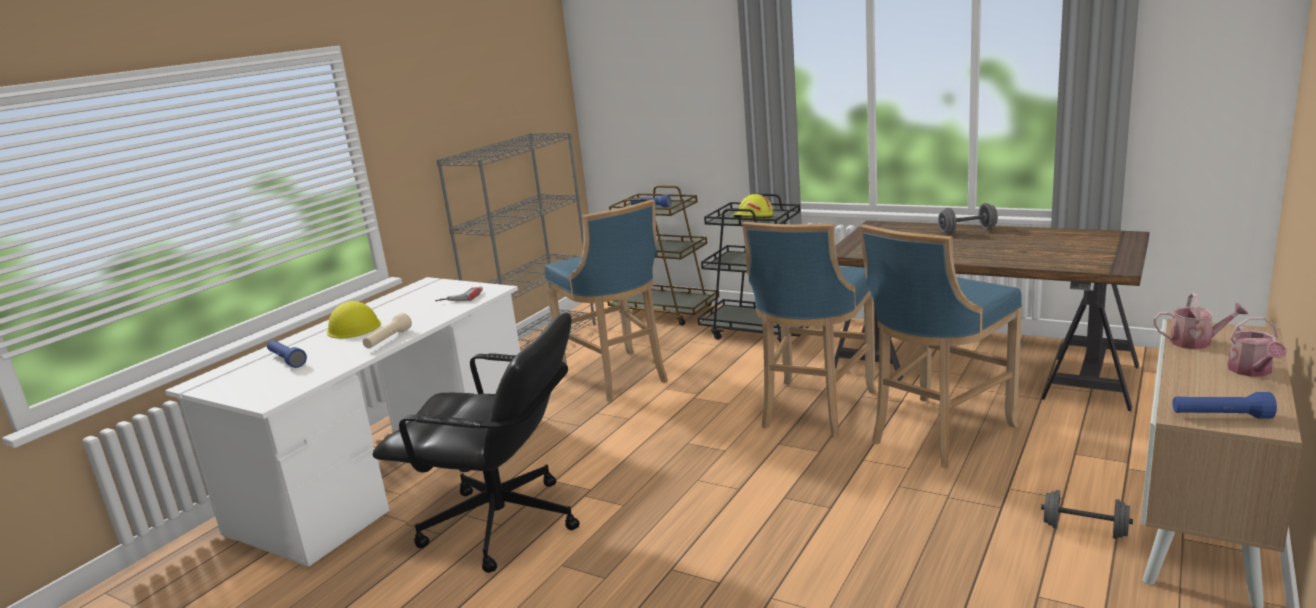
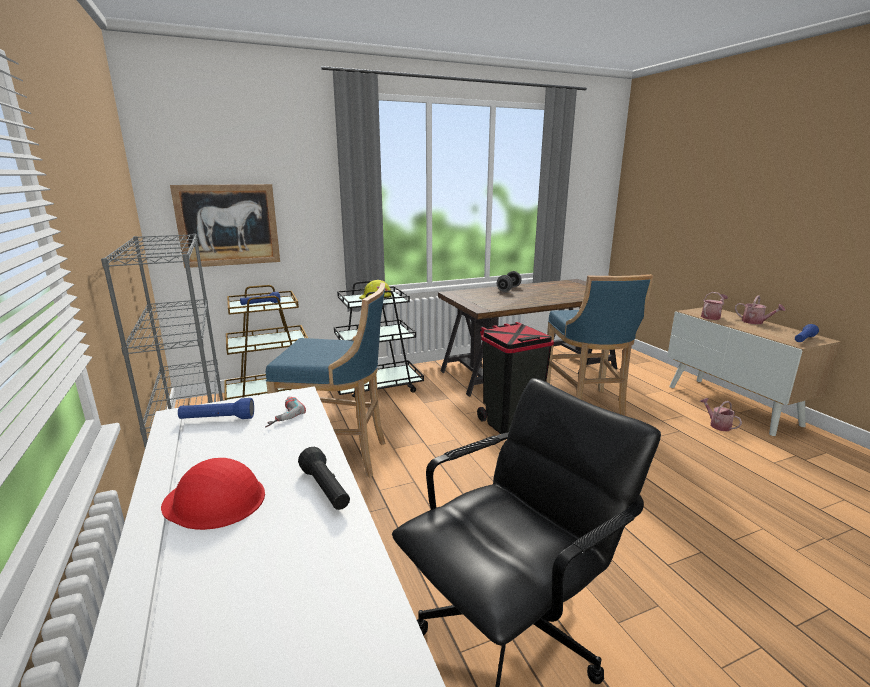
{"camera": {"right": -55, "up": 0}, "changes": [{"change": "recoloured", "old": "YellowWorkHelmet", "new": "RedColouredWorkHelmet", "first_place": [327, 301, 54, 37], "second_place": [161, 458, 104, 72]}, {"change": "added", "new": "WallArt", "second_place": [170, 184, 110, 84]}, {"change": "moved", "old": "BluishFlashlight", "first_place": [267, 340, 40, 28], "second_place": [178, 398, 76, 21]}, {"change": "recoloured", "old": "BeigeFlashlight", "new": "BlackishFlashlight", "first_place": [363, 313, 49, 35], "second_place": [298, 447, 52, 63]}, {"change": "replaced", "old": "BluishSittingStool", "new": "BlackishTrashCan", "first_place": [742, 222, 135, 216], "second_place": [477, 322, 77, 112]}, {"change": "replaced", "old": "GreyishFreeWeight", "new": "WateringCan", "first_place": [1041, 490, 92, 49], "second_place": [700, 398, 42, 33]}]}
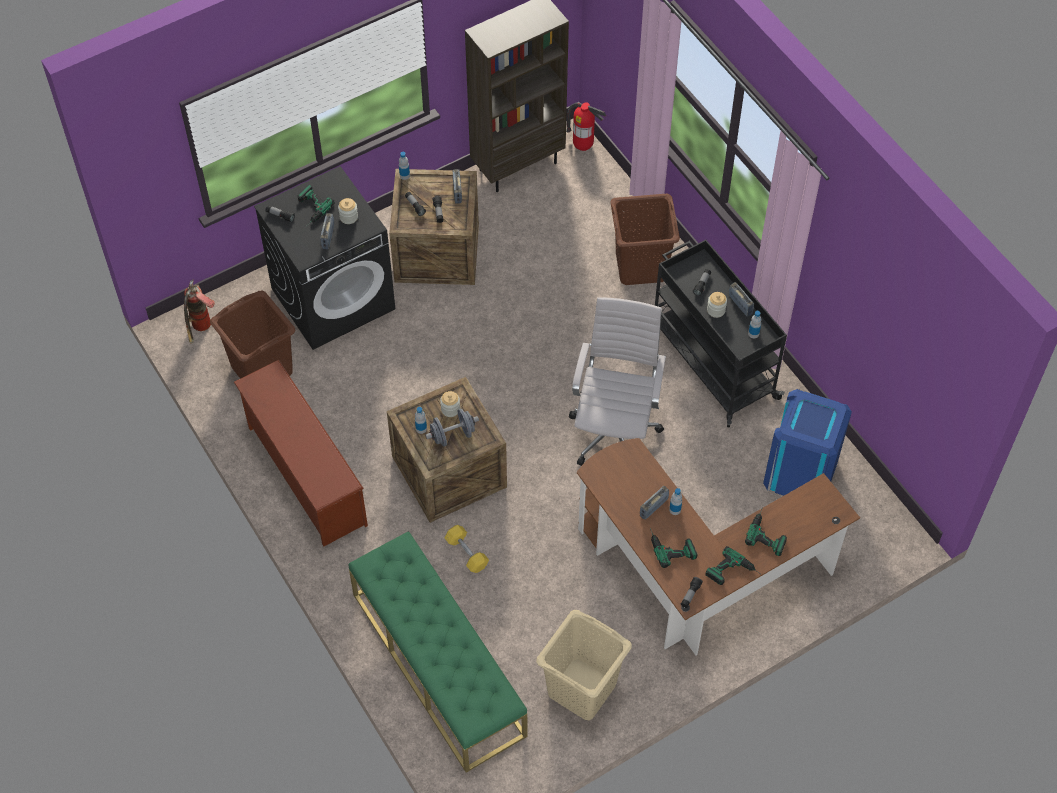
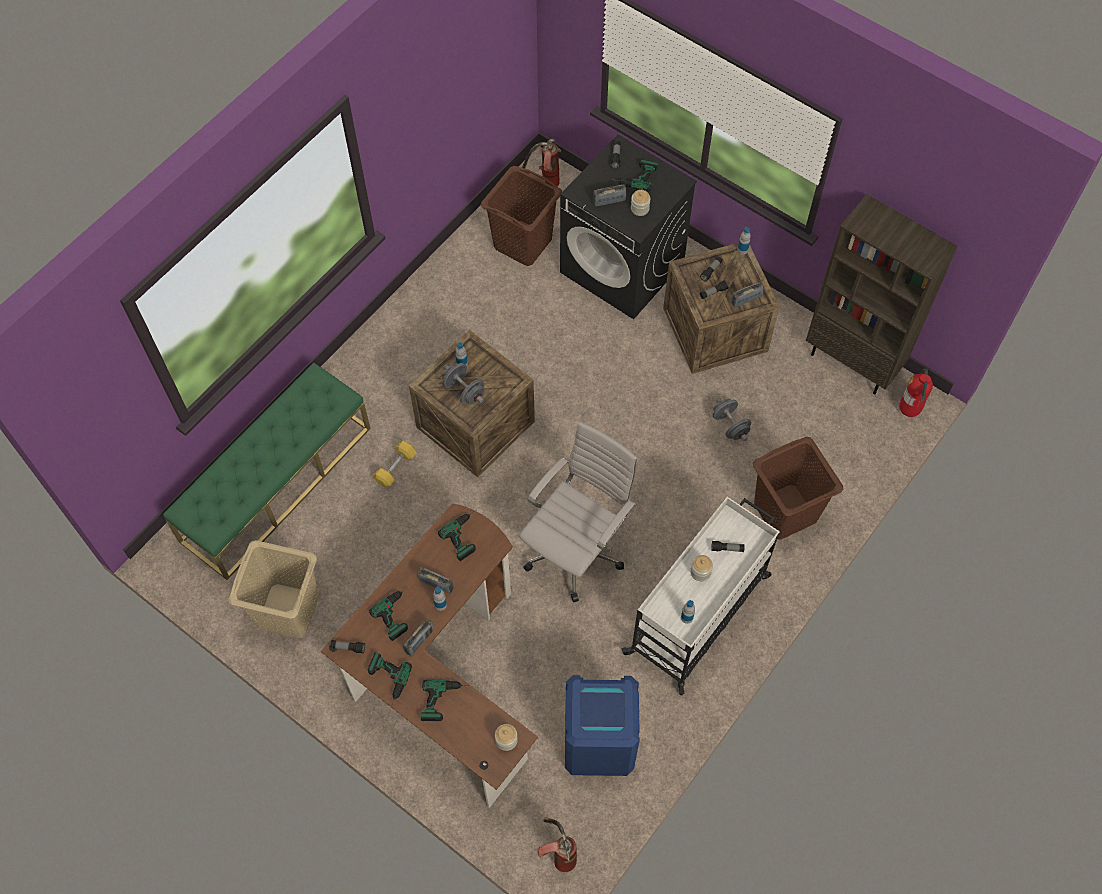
{"camera": {"right": 70, "up": 5}, "changes": [{"change": "moved", "old": "RadioSet", "first_place": [729, 282, 25, 35], "second_place": [403, 618, 31, 38]}, {"change": "added", "new": "ElectricDrill", "second_place": [438, 510, 39, 51]}, {"change": "moved", "old": "StorageJar", "first_place": [440, 391, 20, 26], "second_place": [495, 724, 23, 27]}, {"change": "turned", "old": "WhiteComputerChair", "first_place": [569, 297, 97, 169], "second_place": [519, 422, 119, 181], "degrees": -45}, {"change": "added", "new": "FireExtinguisher", "second_place": [537, 817, 40, 55]}, {"change": "recoloured", "old": "BlackishWheeledCart", "new": "WhiteWheeledCart", "first_place": [655, 240, 132, 187], "second_place": [621, 497, 159, 198]}, {"change": "added", "new": "GreyishFreeWeight", "second_place": [713, 398, 38, 43]}, {"change": "removed", "old": "BrownColouredShoeStand", "first_place": [234, 360, 134, 186]}]}
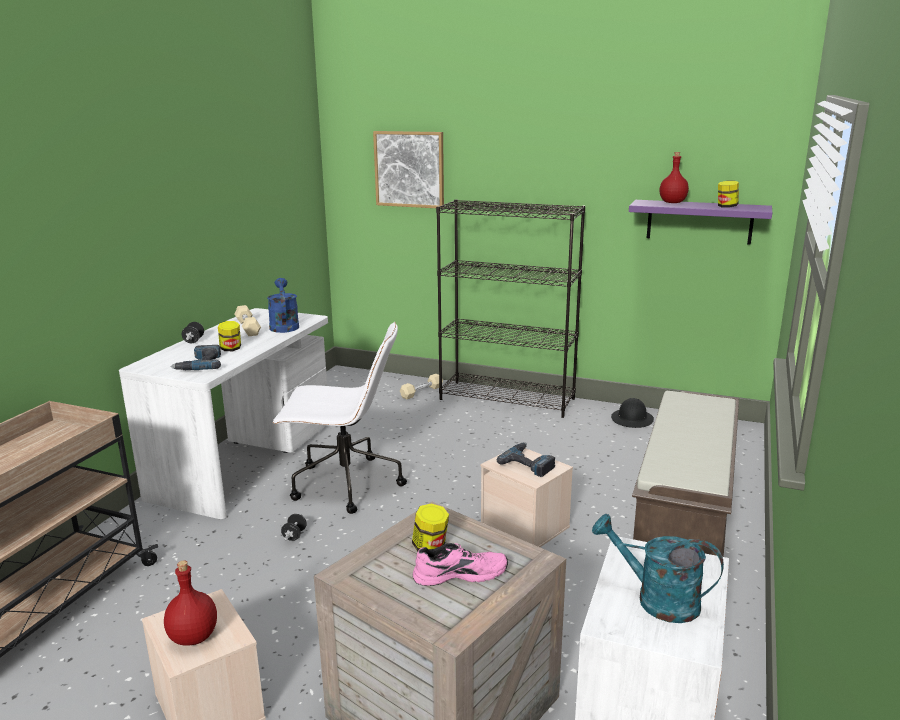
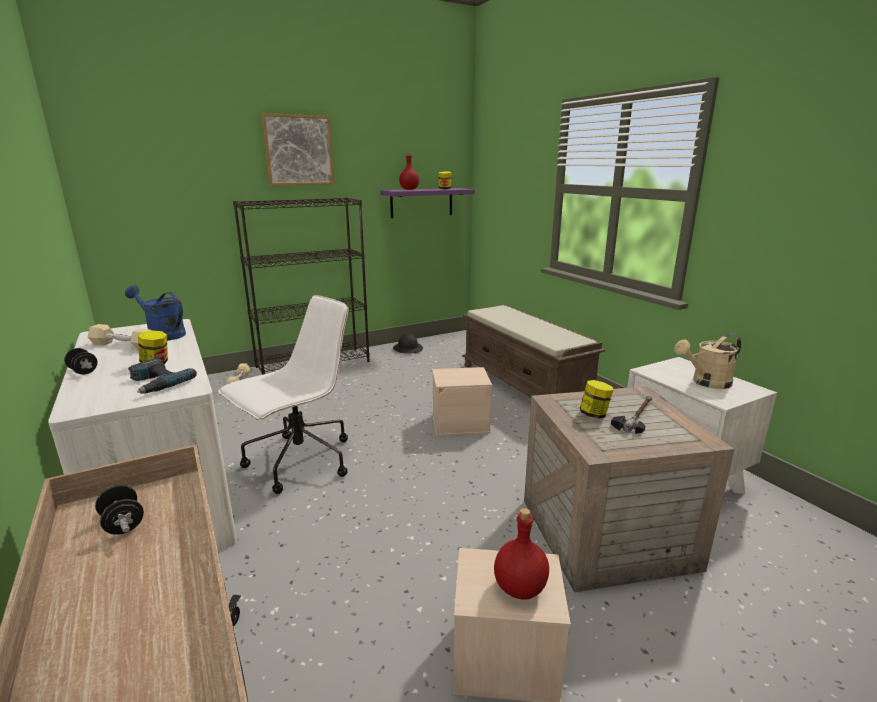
{"camera": {"right": -50, "up": 0}, "changes": [{"change": "moved", "old": "BlackishFreeWeight", "first_place": [281, 514, 26, 27], "second_place": [95, 485, 49, 50]}, {"change": "moved", "old": "WallArt", "first_place": [373, 131, 71, 77], "second_place": [262, 113, 72, 73]}, {"change": "replaced", "old": "PinkishLowShoe", "new": "ToolHammer", "first_place": [413, 543, 95, 43], "second_place": [611, 396, 41, 38]}, {"change": "recoloured", "old": "BlueGreenWateringCan", "new": "BeigeWateringCan", "first_place": [592, 514, 132, 109], "second_place": [674, 333, 68, 56]}, {"change": "removed", "old": "ElectricDrill", "first_place": [497, 442, 59, 35]}]}
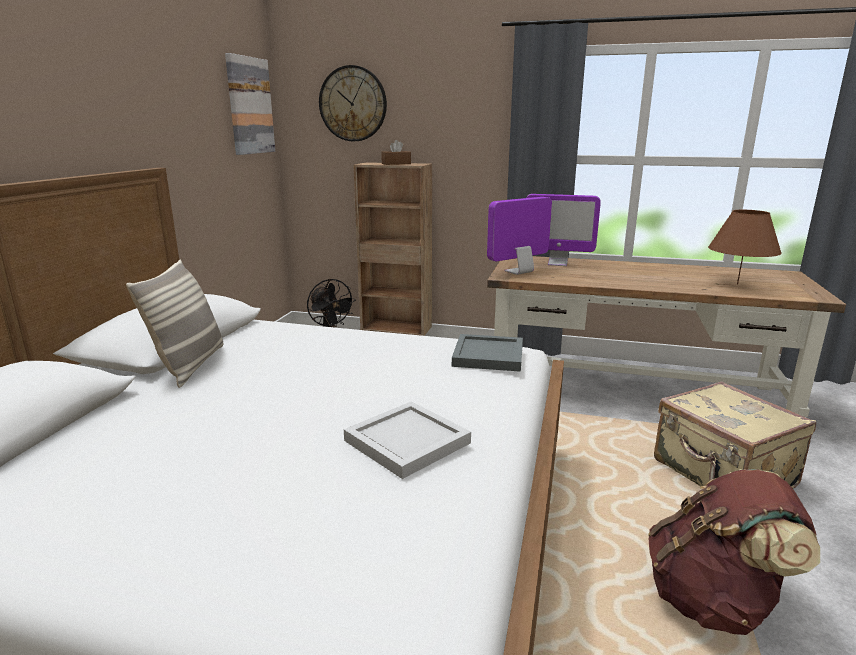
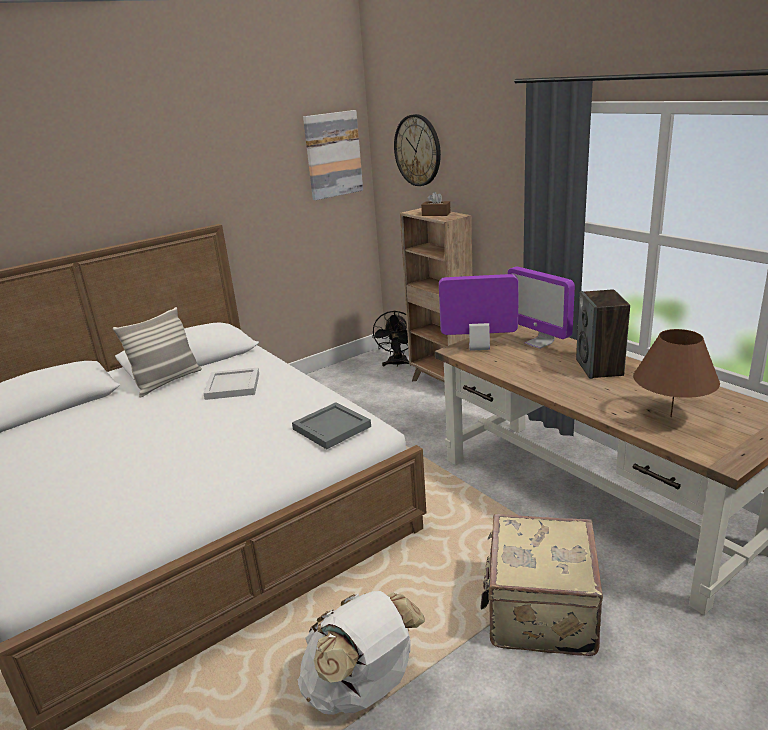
{"camera": {"right": 40, "up": 5}, "changes": [{"change": "moved", "old": "WhiteTray", "first_place": [344, 401, 127, 78], "second_place": [203, 367, 56, 33]}, {"change": "recoloured", "old": "BrownColouredBackpack", "new": "WhiteBackpack", "first_place": [648, 469, 172, 166], "second_place": [298, 591, 127, 124]}, {"change": "added", "new": "Loudspeaker", "second_place": [576, 289, 54, 90]}]}
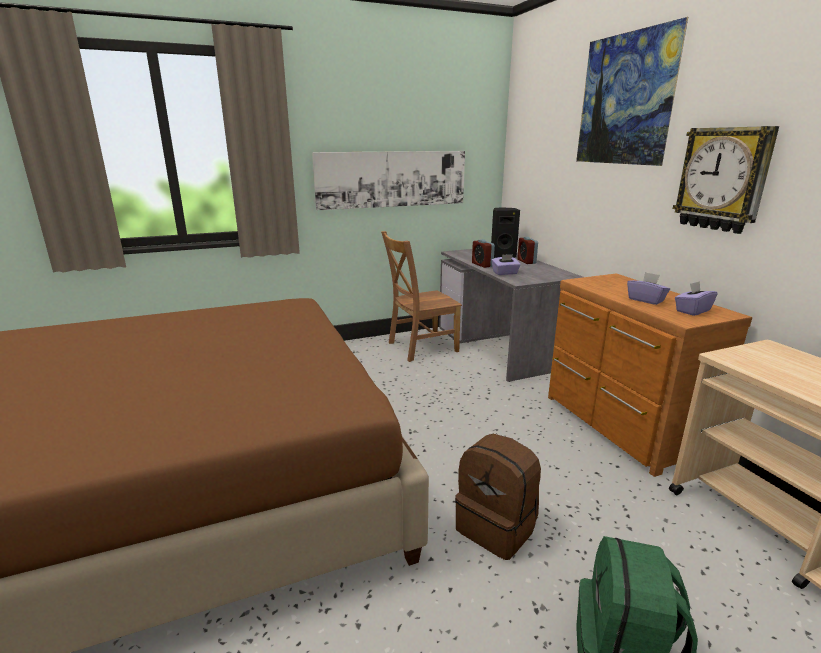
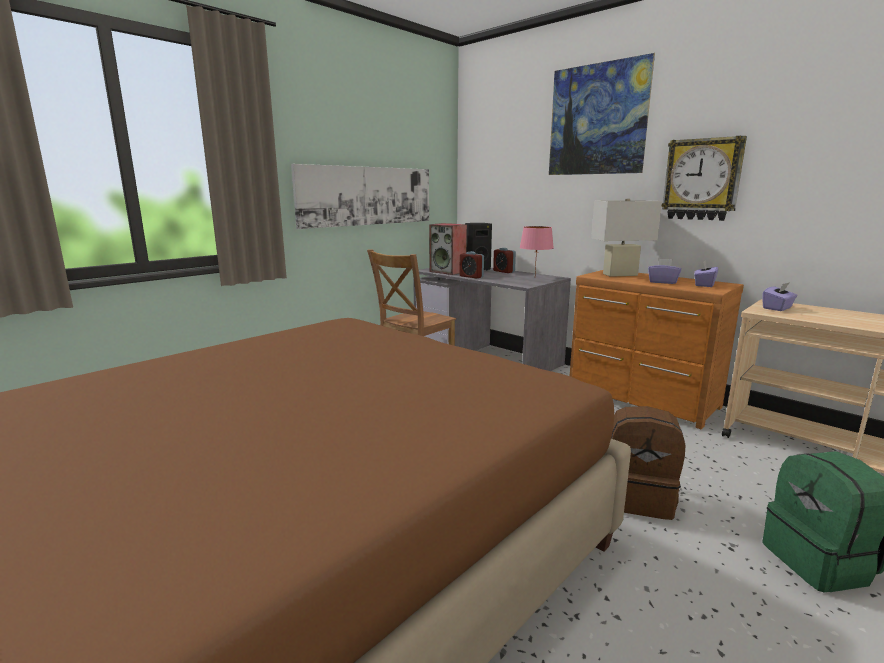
{"camera": {"right": -25, "up": -5}, "changes": [{"change": "added", "new": "Loudspeaker", "second_place": [429, 223, 38, 52]}, {"change": "added", "new": "PinkishTabletopLamp", "second_place": [520, 226, 34, 47]}, {"change": "added", "new": "WhiteTabletopLamp", "second_place": [591, 199, 71, 78]}, {"change": "moved", "old": "PurpleColouredBoxOfTissues", "first_place": [491, 254, 30, 21], "second_place": [762, 282, 35, 29]}]}
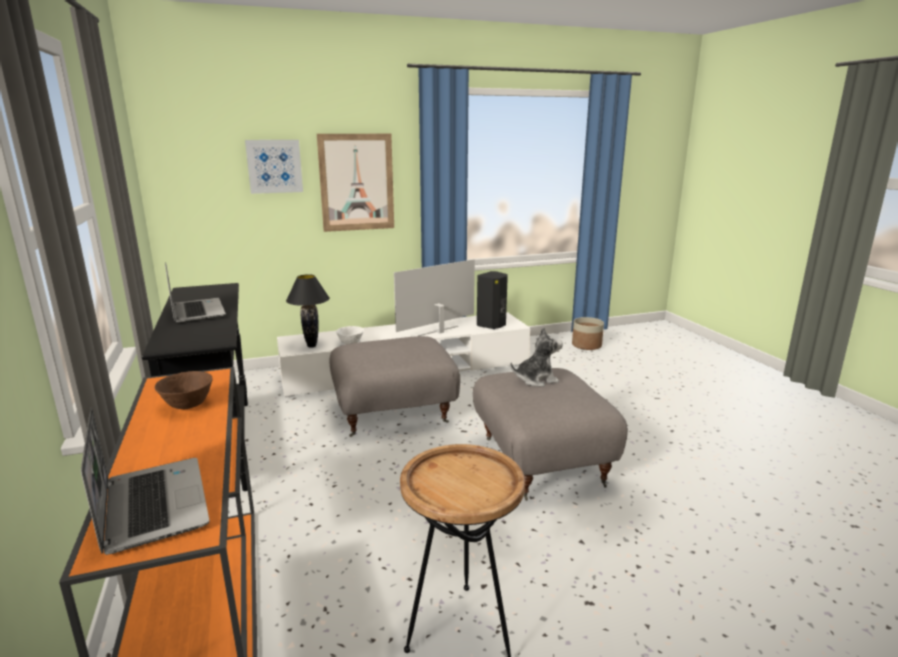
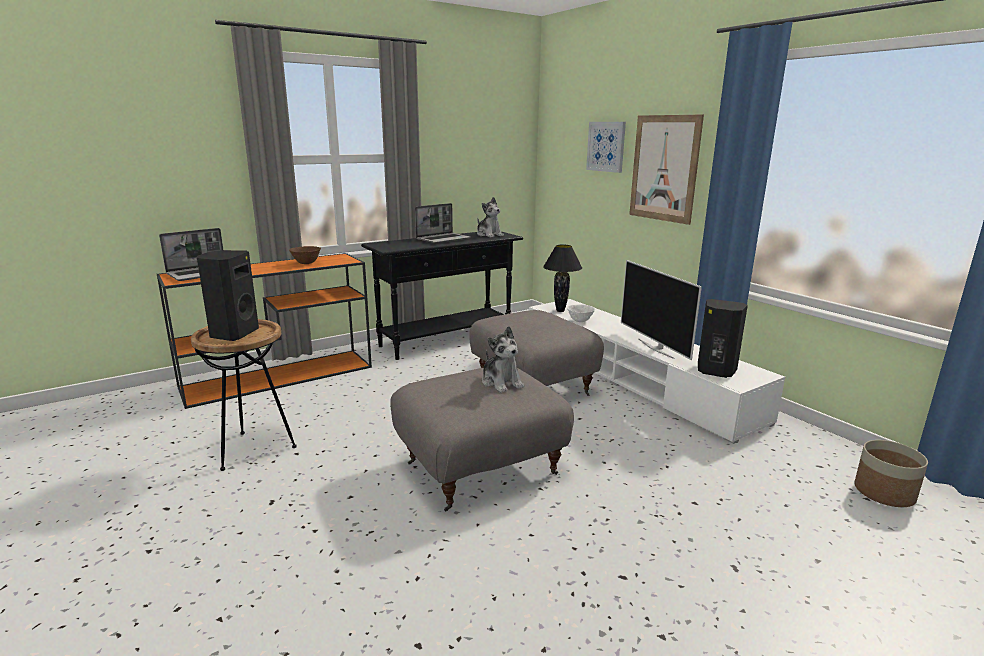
{"camera": {"right": 75, "up": 0}, "changes": [{"change": "added", "new": "BlackishLoudspeaker", "second_place": [197, 250, 62, 91]}, {"change": "added", "new": "CuddlyToy", "second_place": [477, 197, 27, 40]}, {"change": "turned", "old": "Television", "first_place": [394, 259, 81, 77], "second_place": [621, 260, 81, 100], "degrees": -150}]}
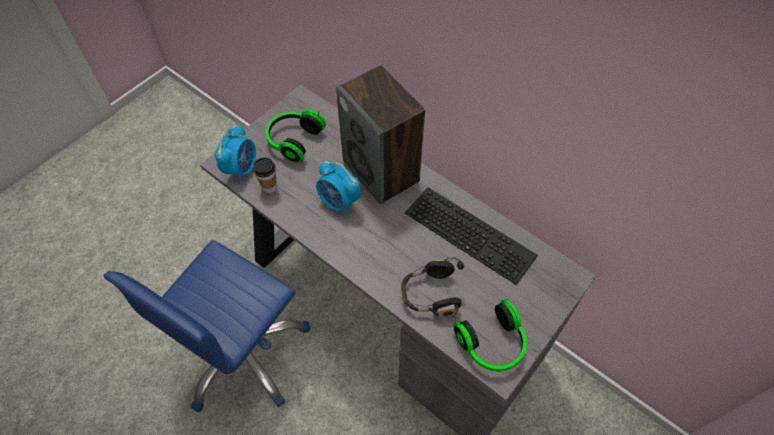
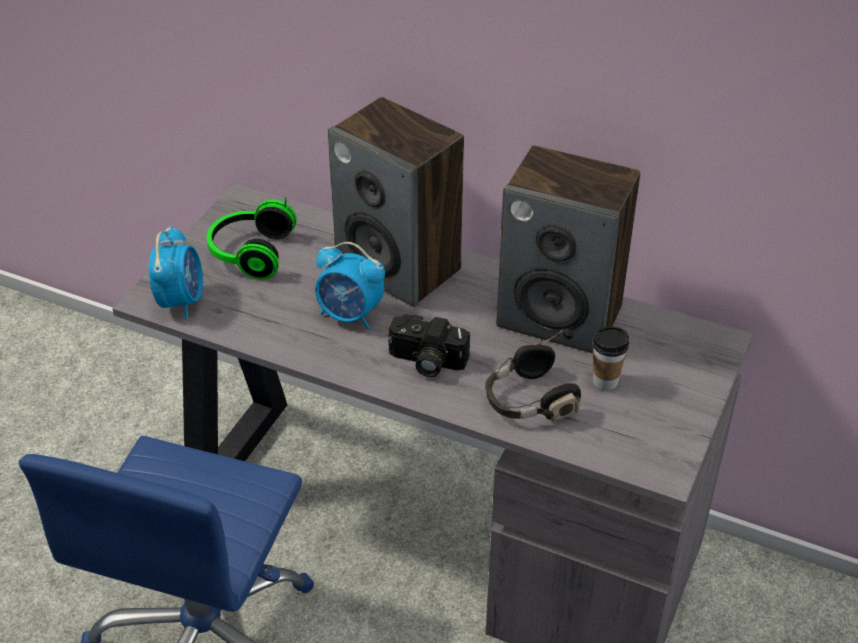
{"camera": {"right": -15, "up": -15}, "changes": [{"change": "added", "new": "PhotoCamera", "second_place": [388, 314, 82, 63]}, {"change": "replaced", "old": "PcKeyboard", "new": "Loudspeaker", "first_place": [405, 187, 133, 98], "second_place": [496, 146, 144, 208]}, {"change": "moved", "old": "Cup", "first_place": [253, 157, 24, 36], "second_place": [592, 327, 37, 63]}, {"change": "removed", "old": "PairOfHeadphones", "first_place": [453, 299, 74, 72]}]}
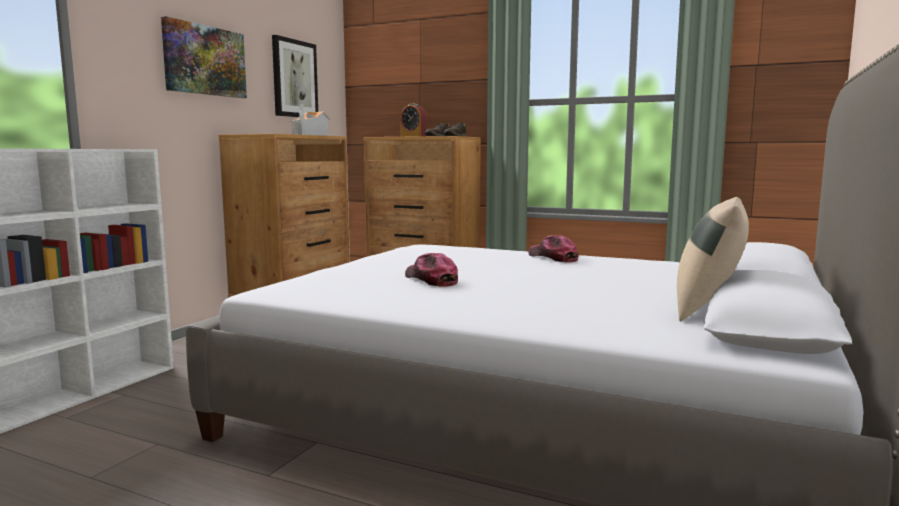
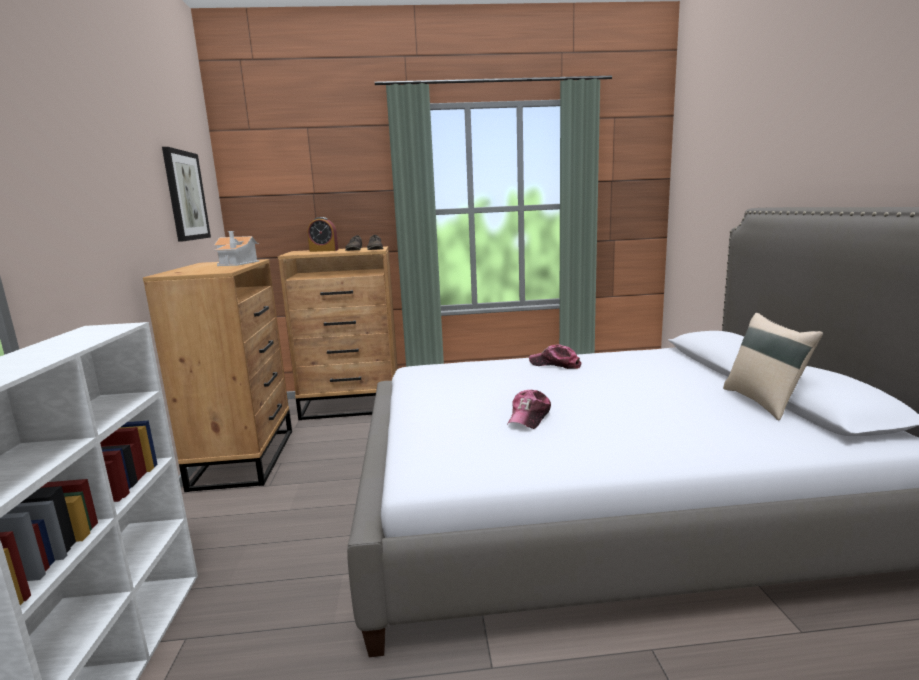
{"camera": {"right": -30, "up": 5}, "changes": [{"change": "turned", "old": "PeakedCap", "first_place": [405, 253, 53, 34], "second_place": [507, 389, 44, 40], "degrees": -90}, {"change": "removed", "old": "WallArt", "first_place": [161, 16, 86, 82]}]}
